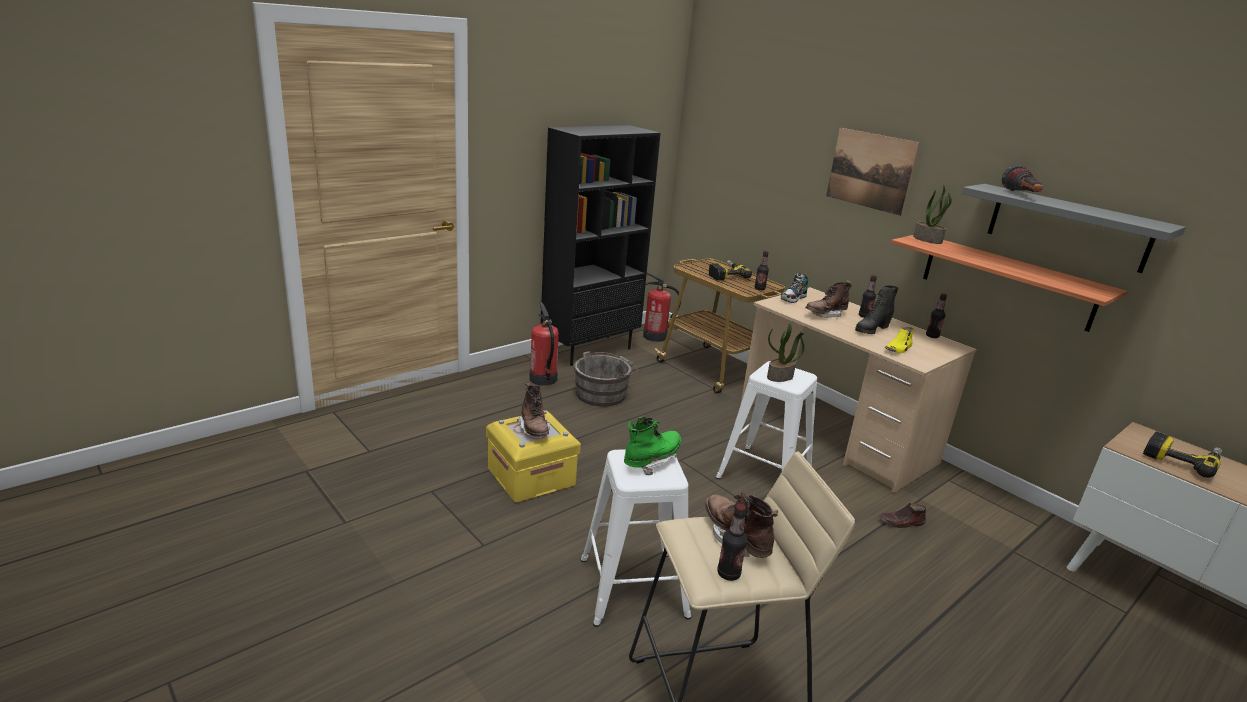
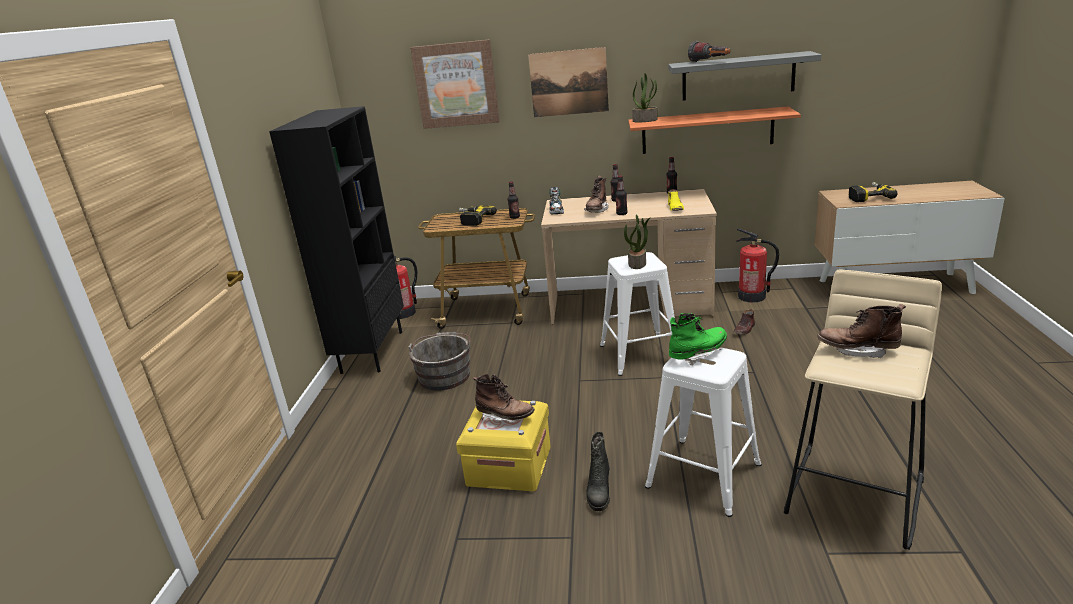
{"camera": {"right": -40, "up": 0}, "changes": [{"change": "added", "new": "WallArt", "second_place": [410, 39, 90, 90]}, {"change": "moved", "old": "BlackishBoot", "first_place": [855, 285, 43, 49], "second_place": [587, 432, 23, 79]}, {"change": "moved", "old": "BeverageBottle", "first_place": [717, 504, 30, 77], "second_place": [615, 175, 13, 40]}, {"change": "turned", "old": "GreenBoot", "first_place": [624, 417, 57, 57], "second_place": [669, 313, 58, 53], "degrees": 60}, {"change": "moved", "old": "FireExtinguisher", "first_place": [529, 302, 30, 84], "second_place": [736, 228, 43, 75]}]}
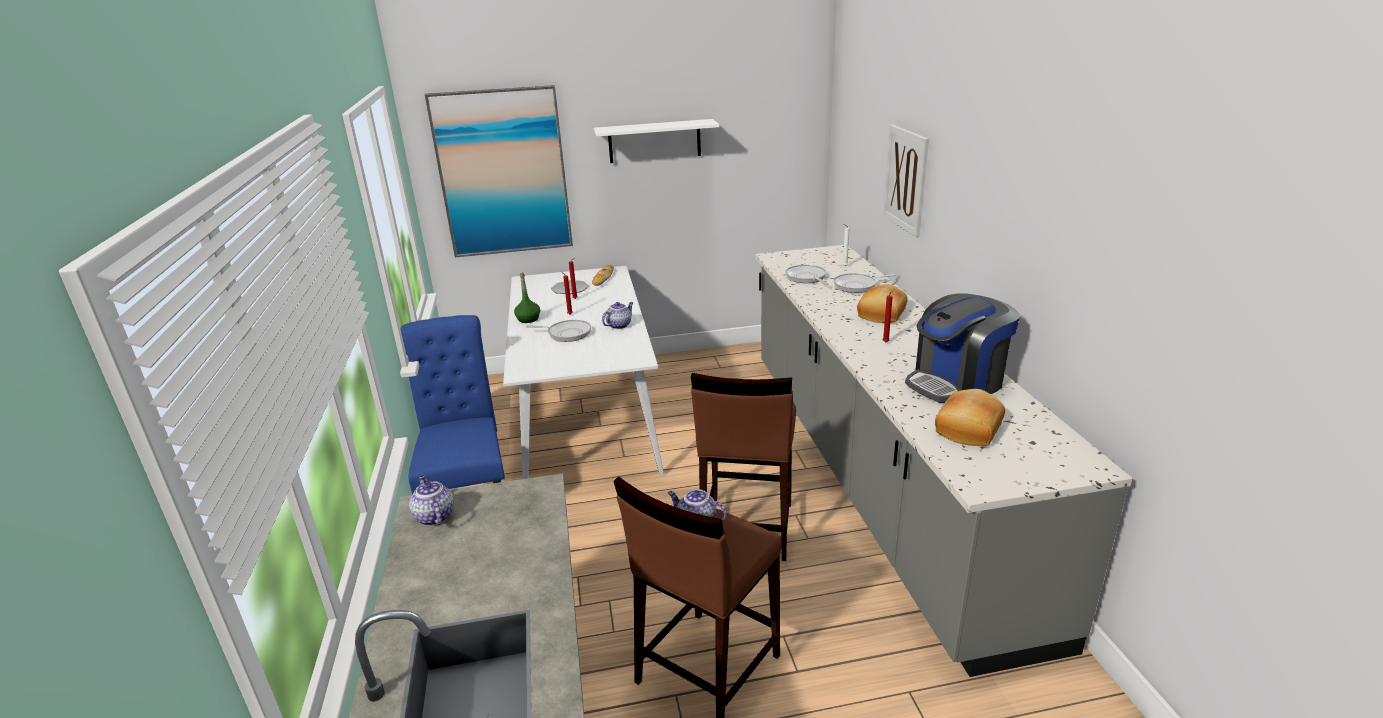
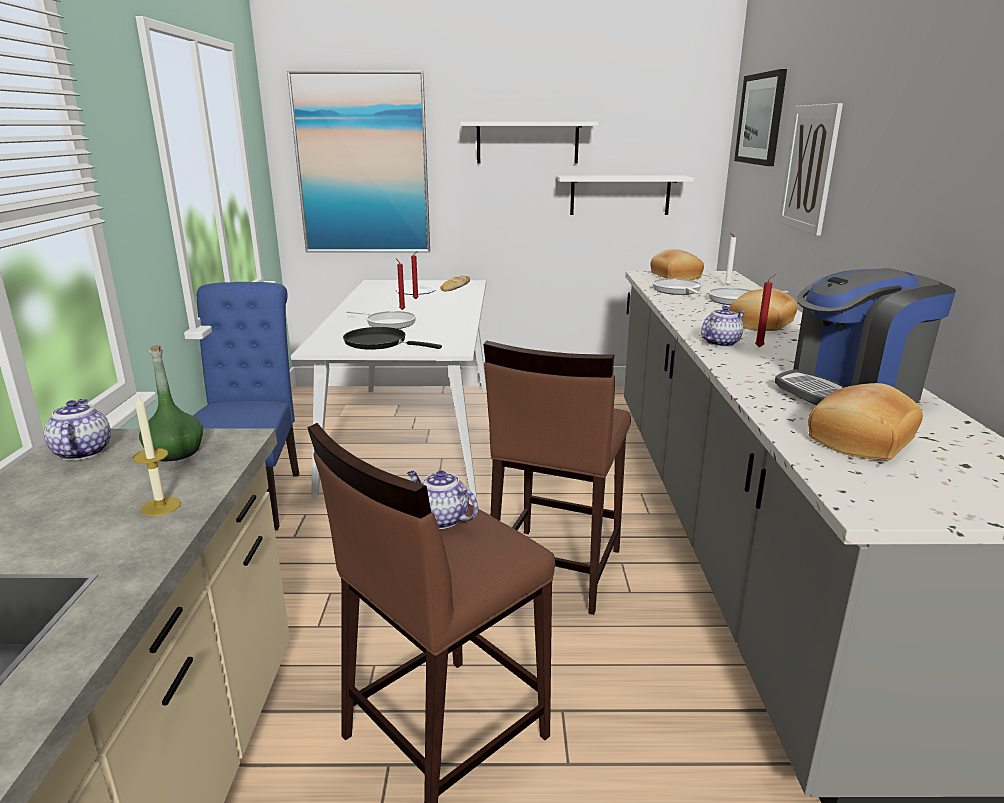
{"camera": {"right": 10, "up": -5}, "changes": [{"change": "added", "new": "WaxLight", "second_place": [132, 394, 49, 122]}, {"change": "moved", "old": "GreenBeverageBottle", "first_place": [514, 273, 26, 50], "second_place": [139, 345, 64, 116]}, {"change": "added", "new": "BlackishFryingPan", "second_place": [343, 327, 99, 23]}, {"change": "added", "new": "WhiteBracketShelf", "second_place": [557, 175, 137, 40]}, {"change": "added", "new": "BakeryBread", "second_place": [650, 249, 54, 31]}, {"change": "moved", "old": "Teapot", "first_place": [602, 302, 32, 27], "second_place": [701, 306, 44, 41]}, {"change": "added", "new": "WallArt", "second_place": [734, 69, 53, 97]}]}
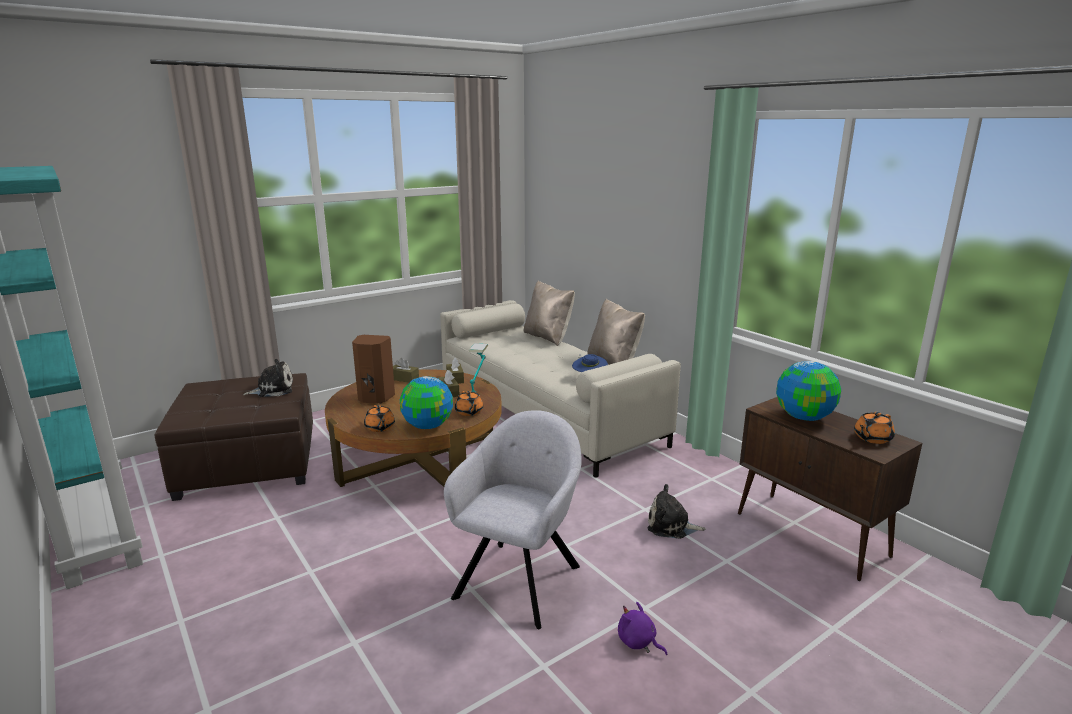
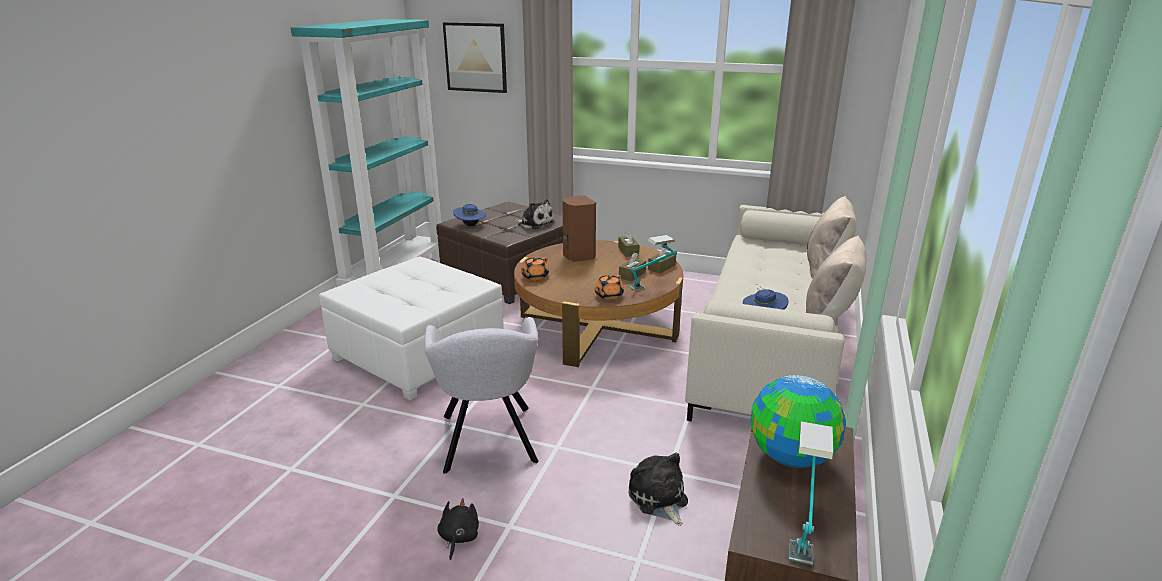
{"camera": {"right": 55, "up": 5}, "changes": [{"change": "added", "new": "WhiteOttoman", "second_place": [319, 257, 185, 143]}, {"change": "turned", "old": "GreyishArmchair", "first_place": [444, 410, 138, 219], "second_place": [424, 317, 114, 157], "degrees": 90}, {"change": "recoloured", "old": "PurpleColouredCuddlyToy", "new": "BlackishCuddlyToy", "first_place": [618, 602, 50, 53], "second_place": [437, 498, 42, 63]}, {"change": "added", "new": "WallArt", "second_place": [443, 22, 64, 71]}, {"change": "added", "new": "BluishWearableHat", "second_place": [453, 204, 33, 22]}, {"change": "replaced", "old": "OrangeyTeapot", "new": "TabletopLamp", "first_place": [854, 412, 41, 32], "second_place": [788, 421, 45, 145]}, {"change": "removed", "old": "DeskGlobe", "first_place": [400, 376, 53, 53]}]}
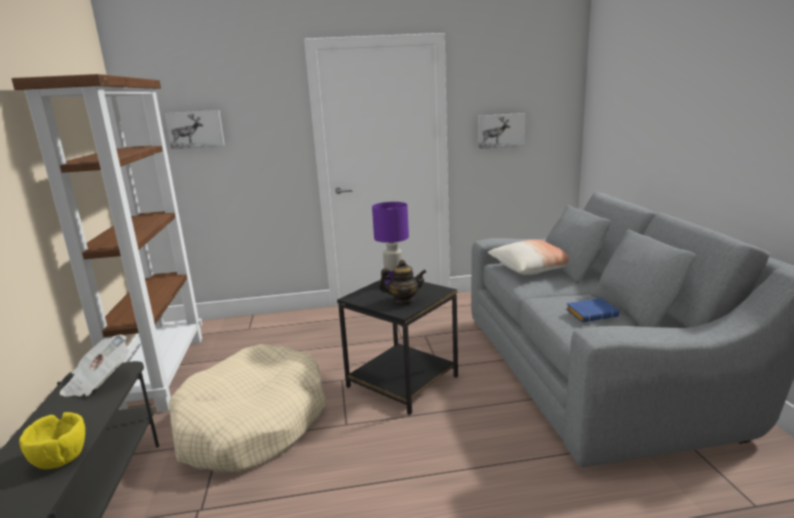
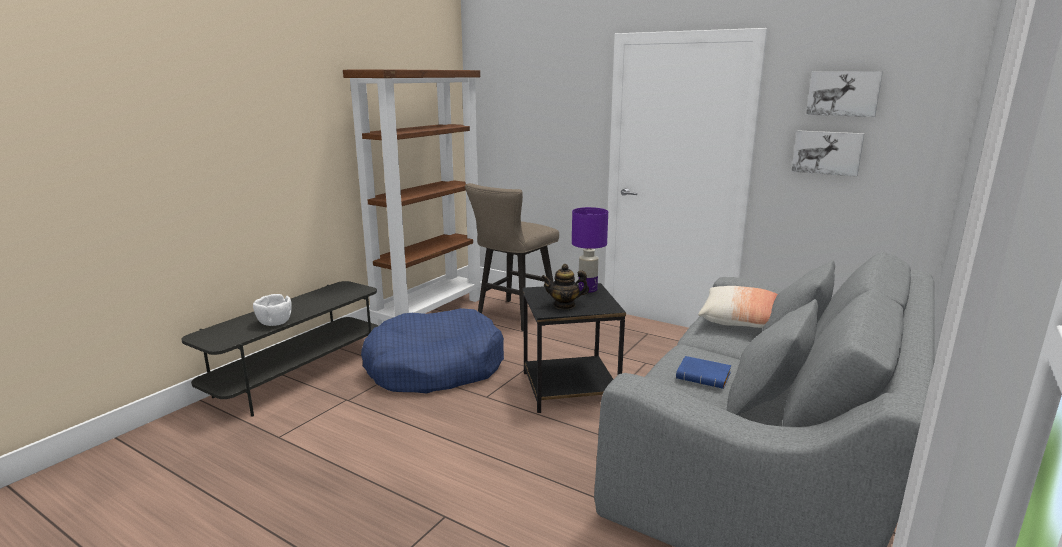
{"camera": {"right": 40, "up": 0}, "changes": [{"change": "recoloured", "old": "YellowBowl", "new": "WhiteBowl", "first_place": [19, 412, 66, 57], "second_place": [253, 294, 39, 32]}, {"change": "recoloured", "old": "BeigePetBed", "new": "BluishPetBed", "first_place": [168, 344, 158, 129], "second_place": [361, 308, 143, 86]}, {"change": "added", "new": "BeigeSittingStool", "second_place": [465, 183, 94, 148]}, {"change": "turned", "old": "Teapot", "first_place": [379, 260, 47, 44], "second_place": [541, 264, 48, 45], "degrees": 135}, {"change": "moved", "old": "WallArt", "first_place": [164, 110, 61, 40], "second_place": [806, 71, 77, 46]}, {"change": "removed", "old": "DailyPaper", "first_place": [60, 335, 69, 62]}]}
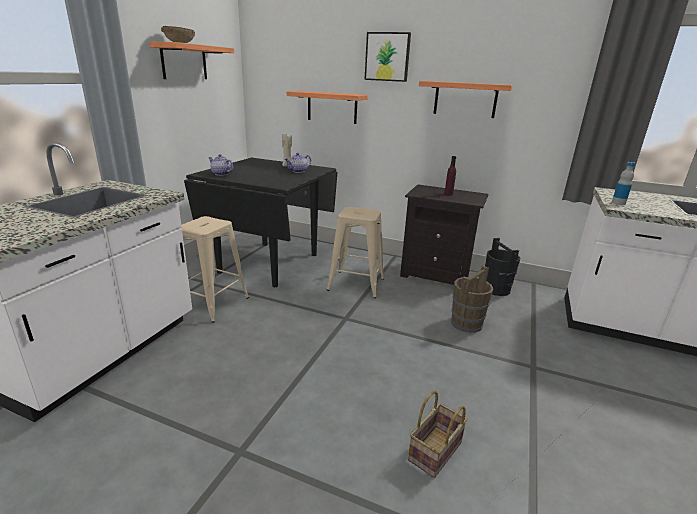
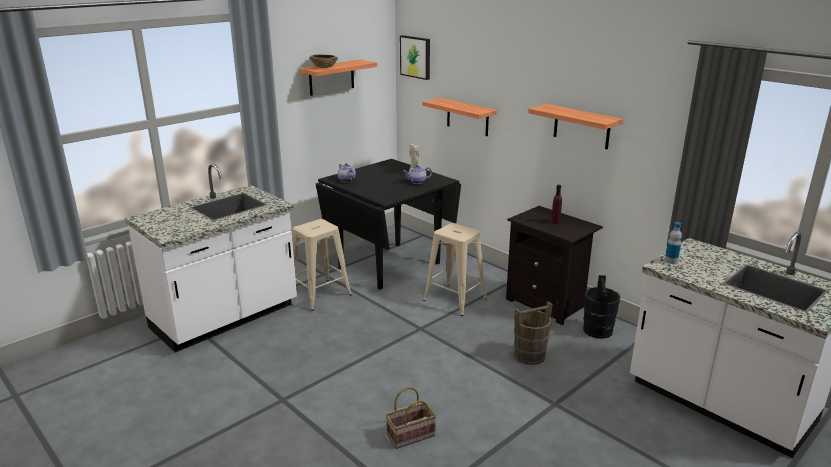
{"camera": {"right": 25, "up": 0}, "changes": [{"change": "moved", "old": "WallArt", "first_place": [364, 32, 47, 50], "second_place": [400, 35, 30, 45]}]}
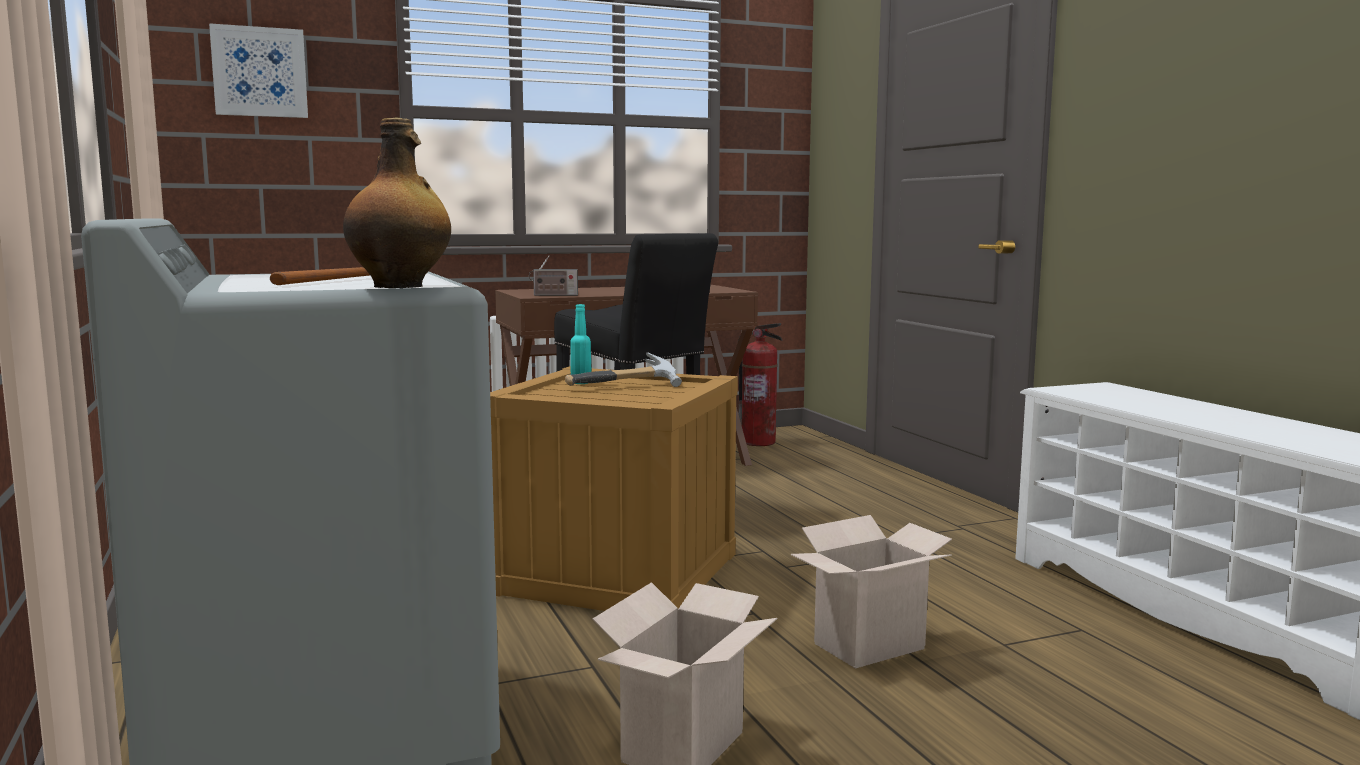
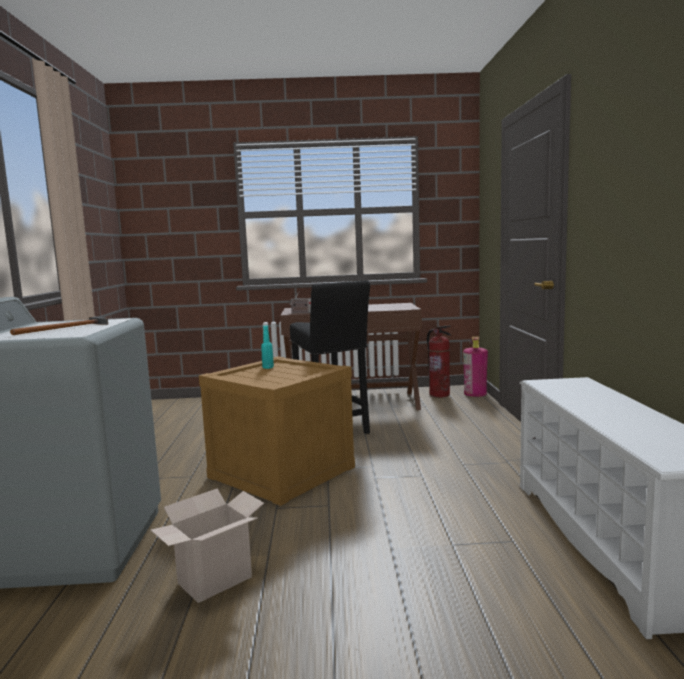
{"camera": {"right": 20, "up": 0}, "changes": [{"change": "added", "new": "FireExtinguisher", "second_place": [463, 337, 25, 60]}, {"change": "removed", "old": "WallArt", "first_place": [209, 23, 99, 95]}, {"change": "removed", "old": "BeverageBottle", "first_place": [343, 118, 108, 170]}, {"change": "removed", "old": "ToolHammer", "first_place": [565, 352, 117, 35]}, {"change": "removed", "old": "PackingBox", "first_place": [791, 515, 161, 154]}]}
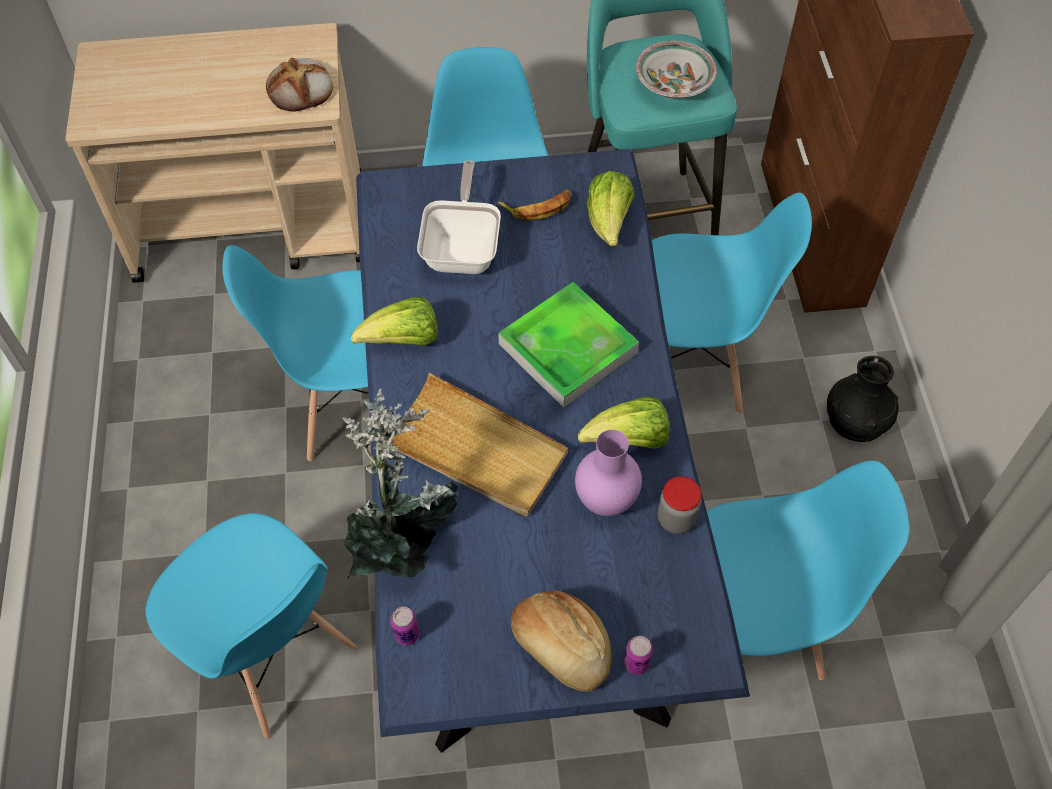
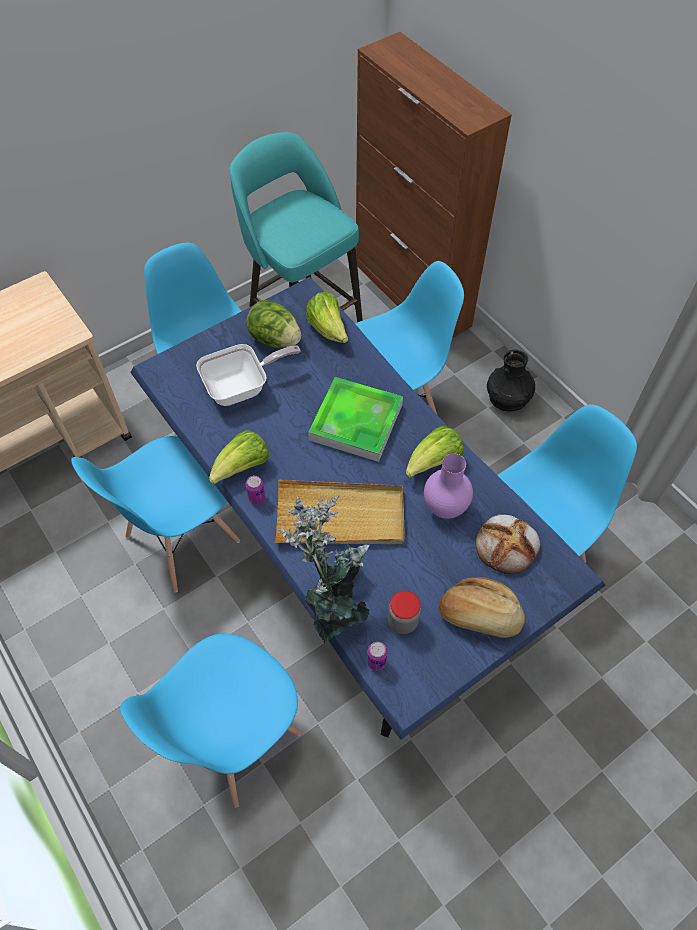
{"camera": {"right": -30, "up": 0}, "changes": [{"change": "turned", "old": "BluishUprightChair", "first_place": [145, 513, 212, 226], "second_place": [120, 634, 181, 174], "degrees": 120}, {"change": "turned", "old": "FryingPan", "first_place": [417, 160, 84, 114], "second_place": [196, 344, 105, 62], "degrees": 90}, {"change": "moved", "old": "MetalCan", "first_place": [624, 636, 29, 39], "second_place": [246, 475, 19, 30]}, {"change": "replaced", "old": "Banana", "new": "HeadOfLettuce", "first_place": [498, 190, 74, 30], "second_place": [247, 300, 54, 48]}, {"change": "moved", "old": "StorageJar", "first_place": [658, 476, 44, 58], "second_place": [388, 591, 33, 43]}, {"change": "moved", "old": "BakeryBread", "first_place": [266, 58, 67, 54], "second_place": [475, 515, 66, 59]}, {"change": "removed", "old": "Bowl", "first_place": [636, 41, 81, 58]}]}
